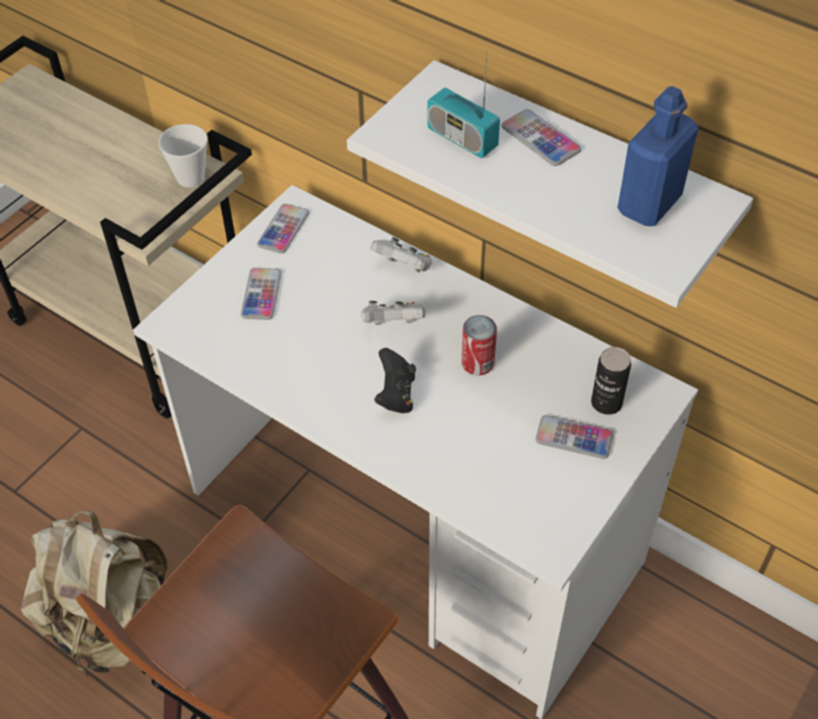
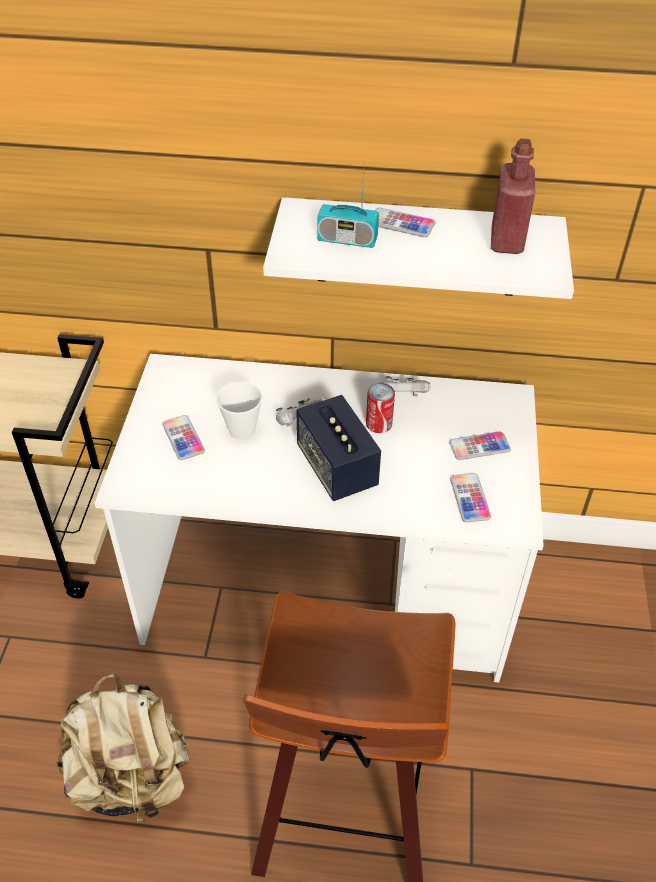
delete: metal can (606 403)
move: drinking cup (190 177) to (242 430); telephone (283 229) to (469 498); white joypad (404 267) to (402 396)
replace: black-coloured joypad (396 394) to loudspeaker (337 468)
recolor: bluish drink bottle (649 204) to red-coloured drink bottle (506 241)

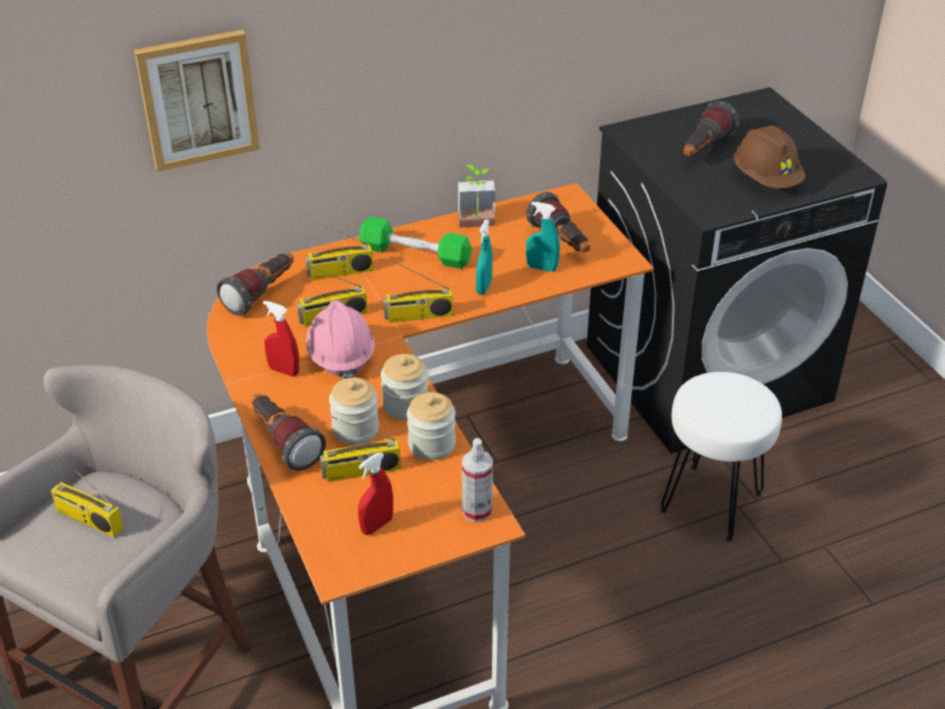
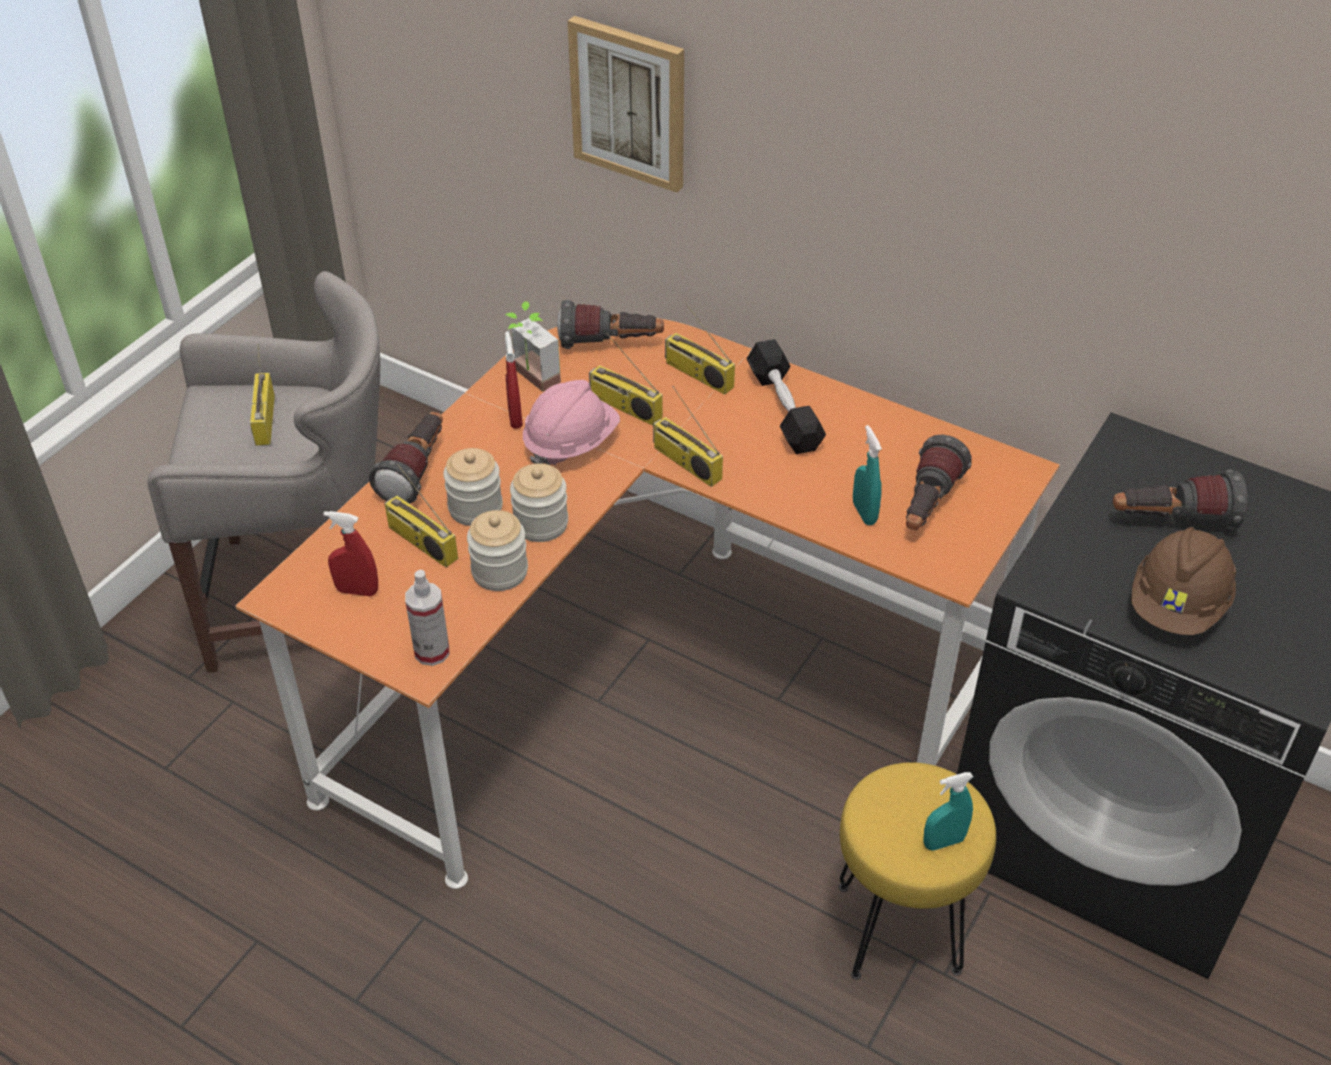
move: potted plant (477 226) to (529 380); turquoise-coloured spray bottle (484 287) to (943 842)
recolor: green free weight (415 254) to black-coloured free weight (784 409); white stool (712 502) to yellowish stool (900 929)

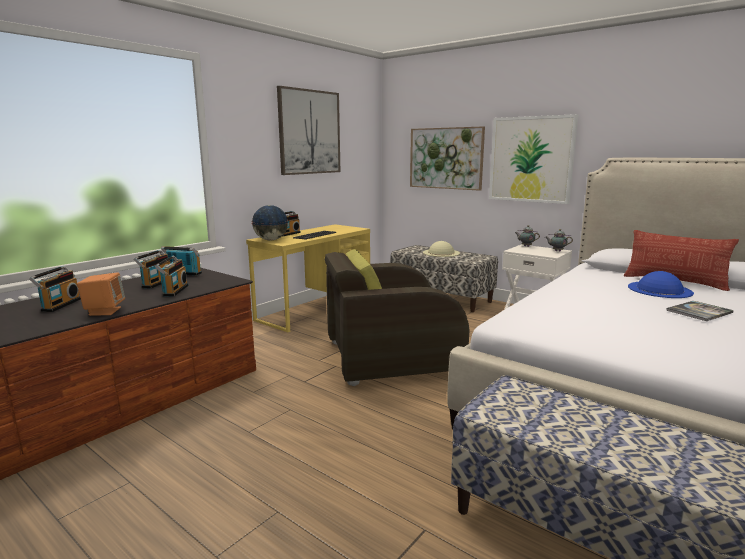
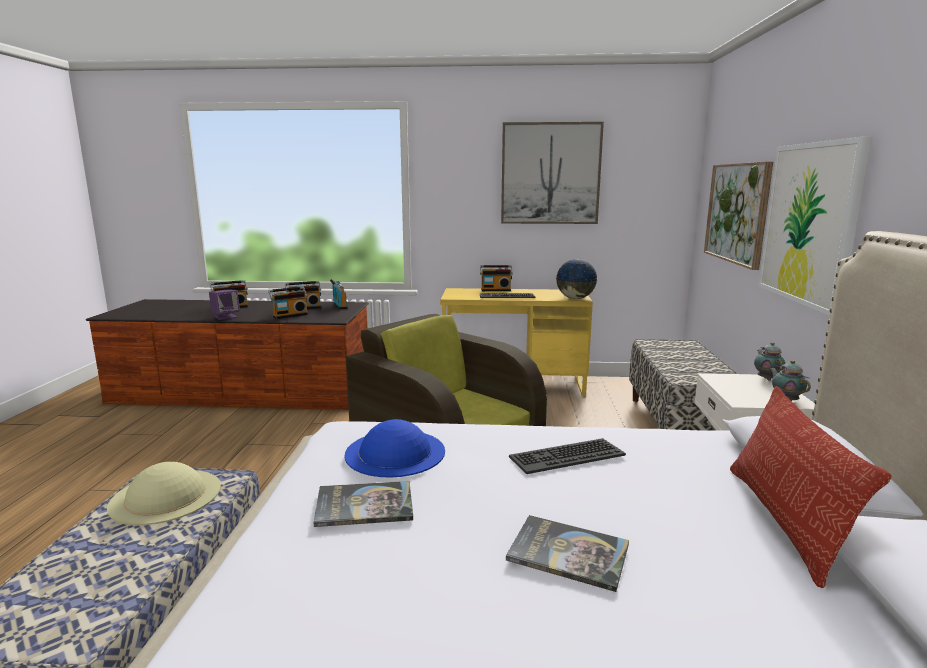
insert: bound book (364 505); PC keyboard (566 456)
move: globe (270 240) to (575 298); beige-coloured clothing hat (441 253) to (166 496); bluish clothing hat (659 289) to (395 452)
recolor: orange loudspeaker (104 311) to purple-coloured loudspeaker (226 317)

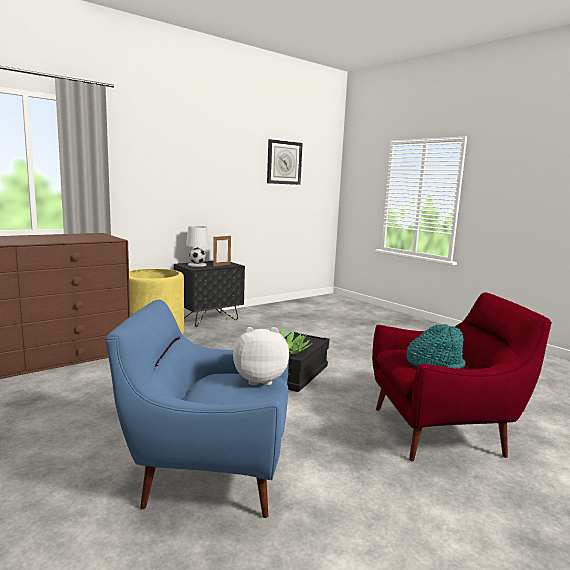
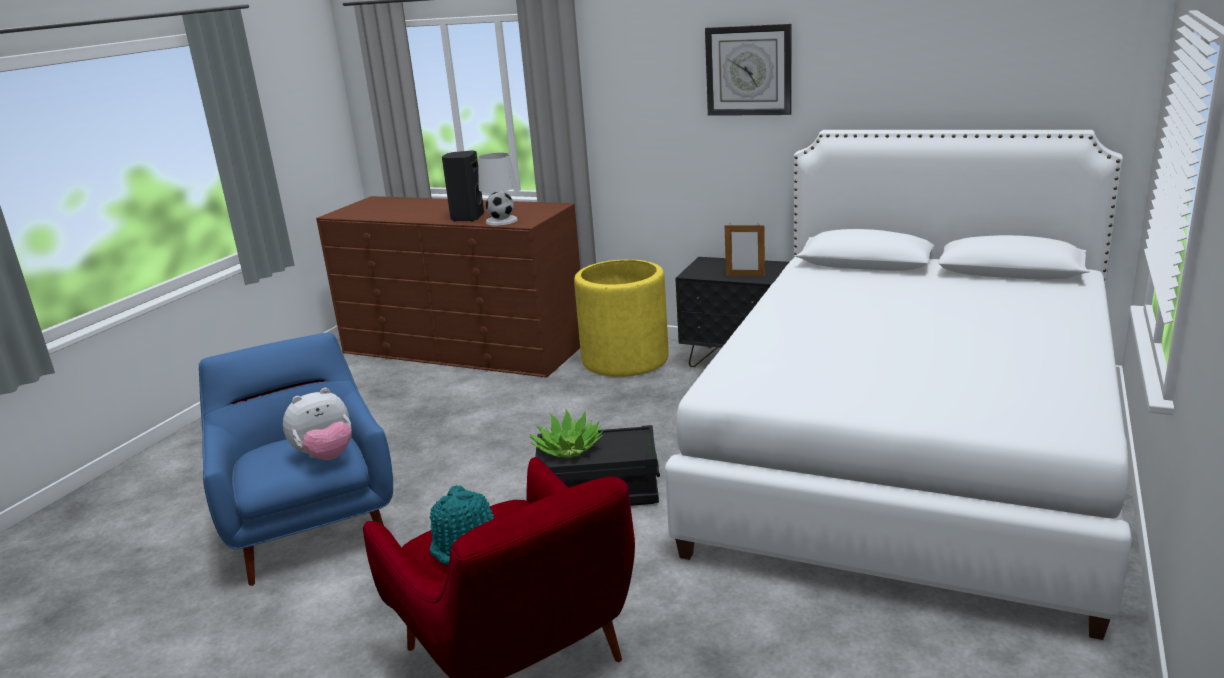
insert: black-coloured loudspeaker (467 218); white sleeping bed (909 457)
move: white table lamp (197 264) to (501 221); hanging clock (284 162) to (749 70)
rotate: soft toy (259 380) = (325 456) 90 degrees clockwise

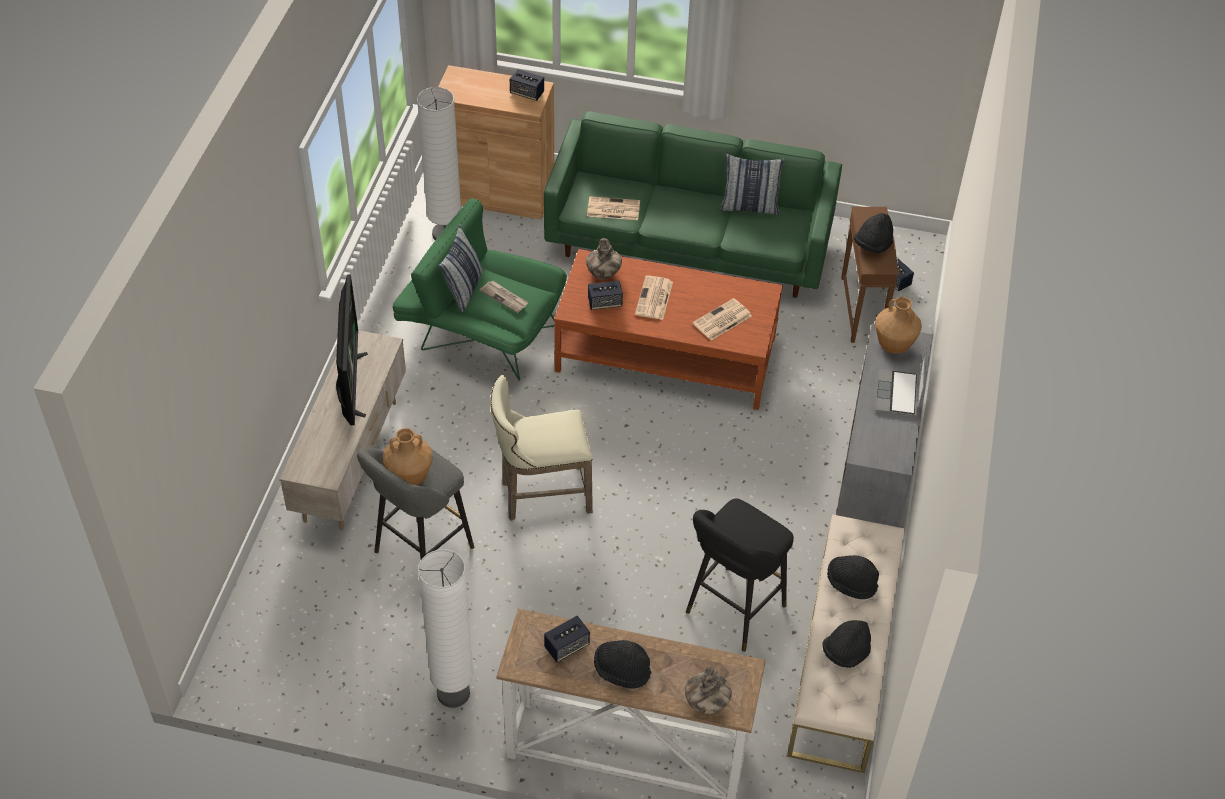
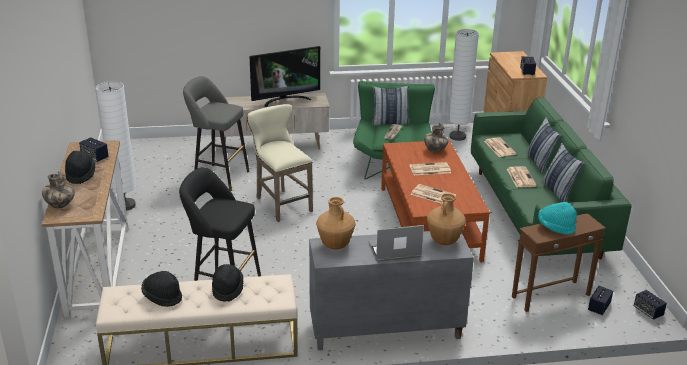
insert: printed paper (520 177); throw pillow (540 163)
move: brown vase (409 477) to (335 245); loudspeaker (604 303) to (648 311)
recolor: black-coloured clothing hat (872 245) to turquoise-coloured clothing hat (555 227)

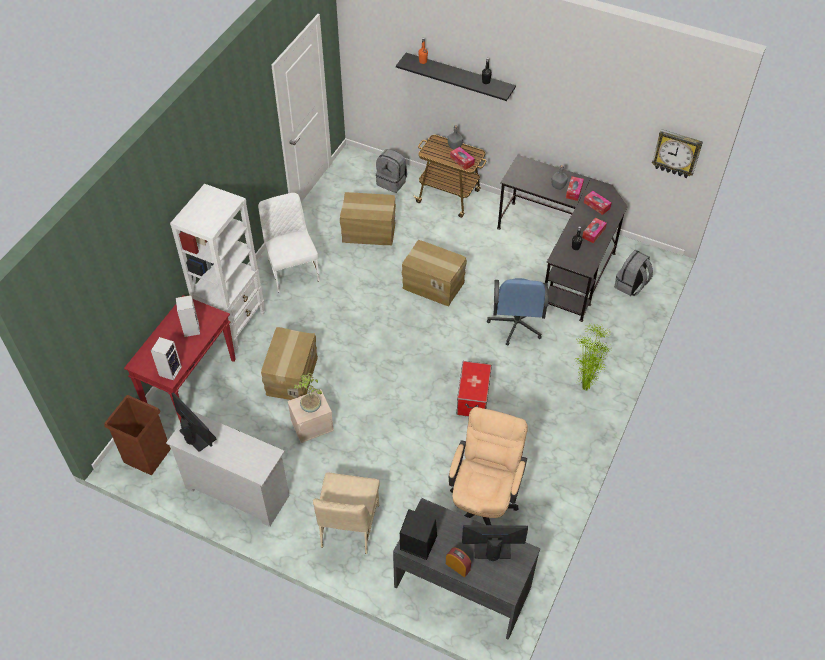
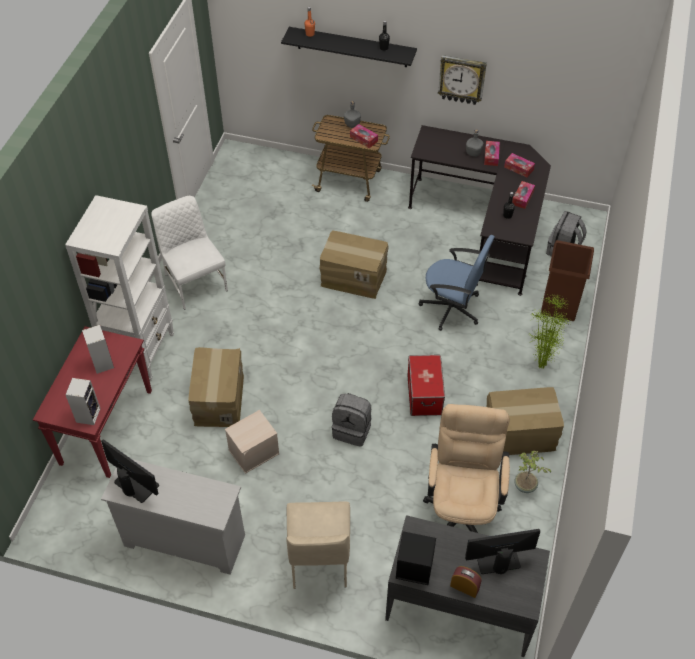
move: brown waste bin (146 455) to (559 305); potted plant (310 407) to (525 486); carton (368 231) to (519 434); grey rucksack (392 182) to (352 430); hanging clock (676 153) to (462 79)
rotate: bluish computer chair (516 324) = (452 308) 60 degrees counterclockwise

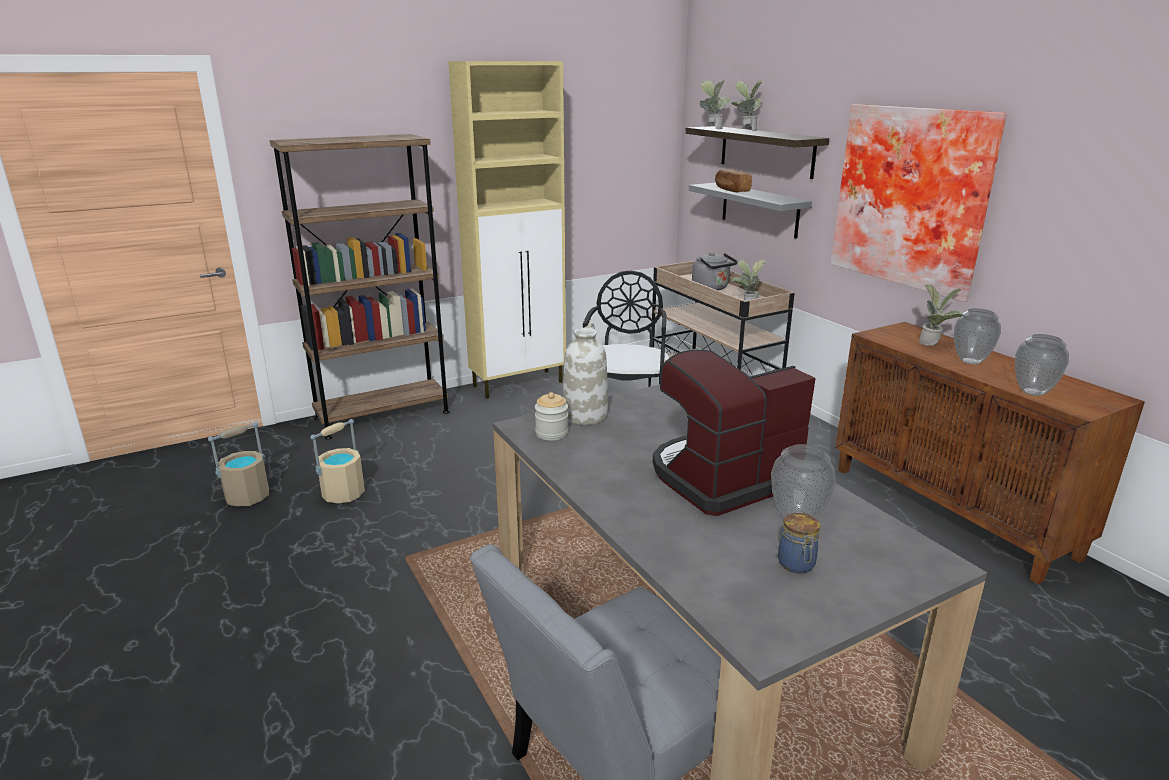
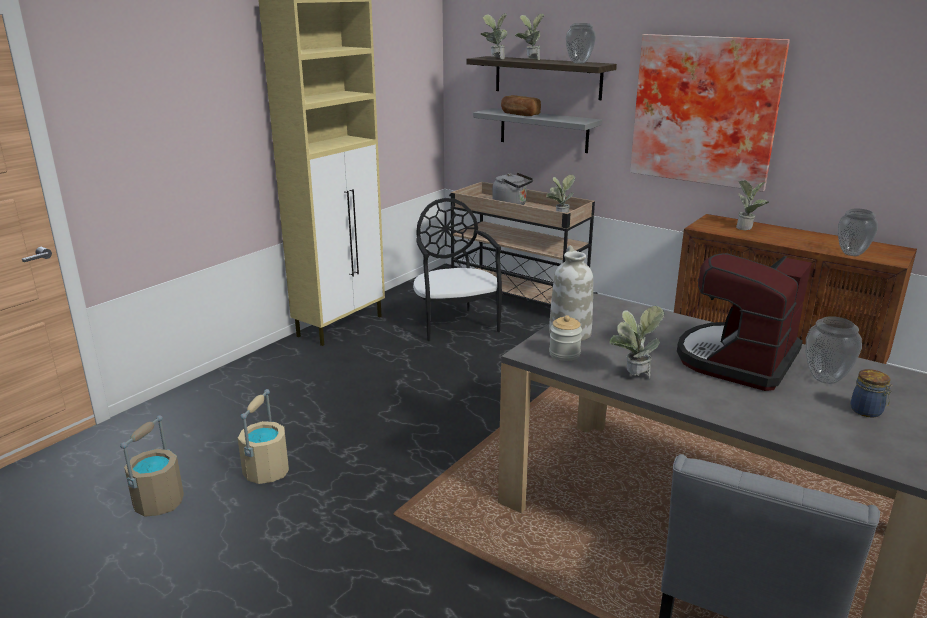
delete: brown shelving unit (382 415)
insert: potted plant (632 378)
move: vase (970 361) to (579 63)

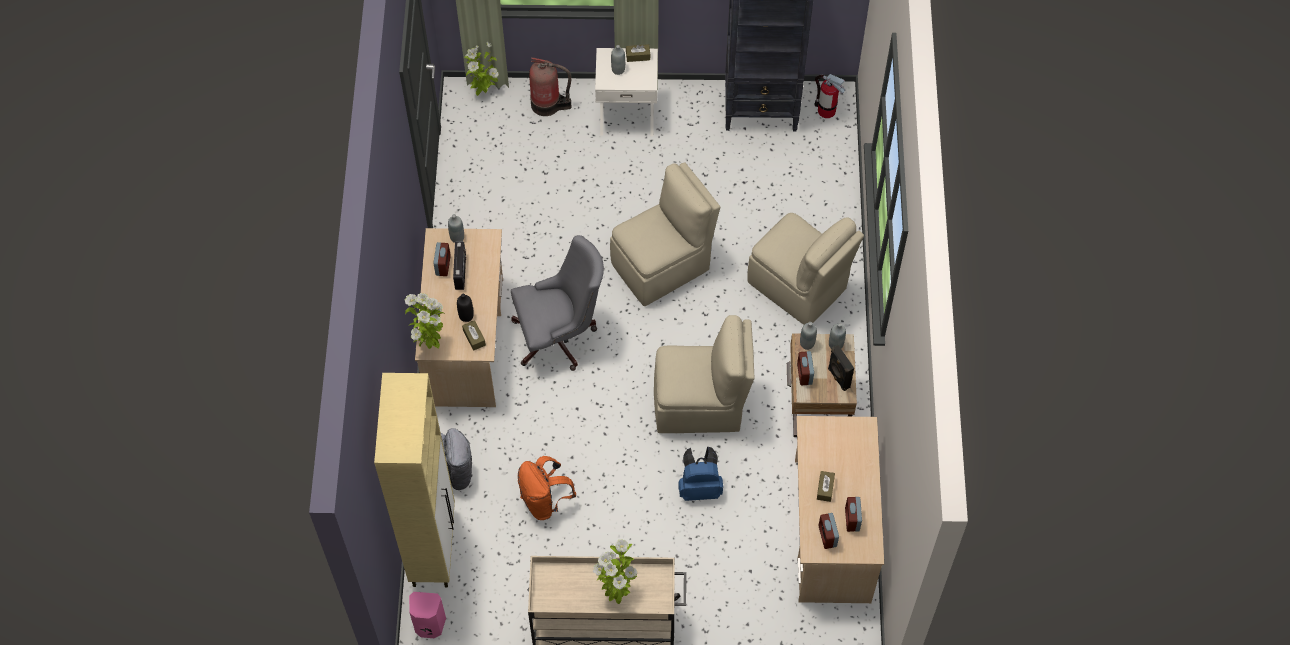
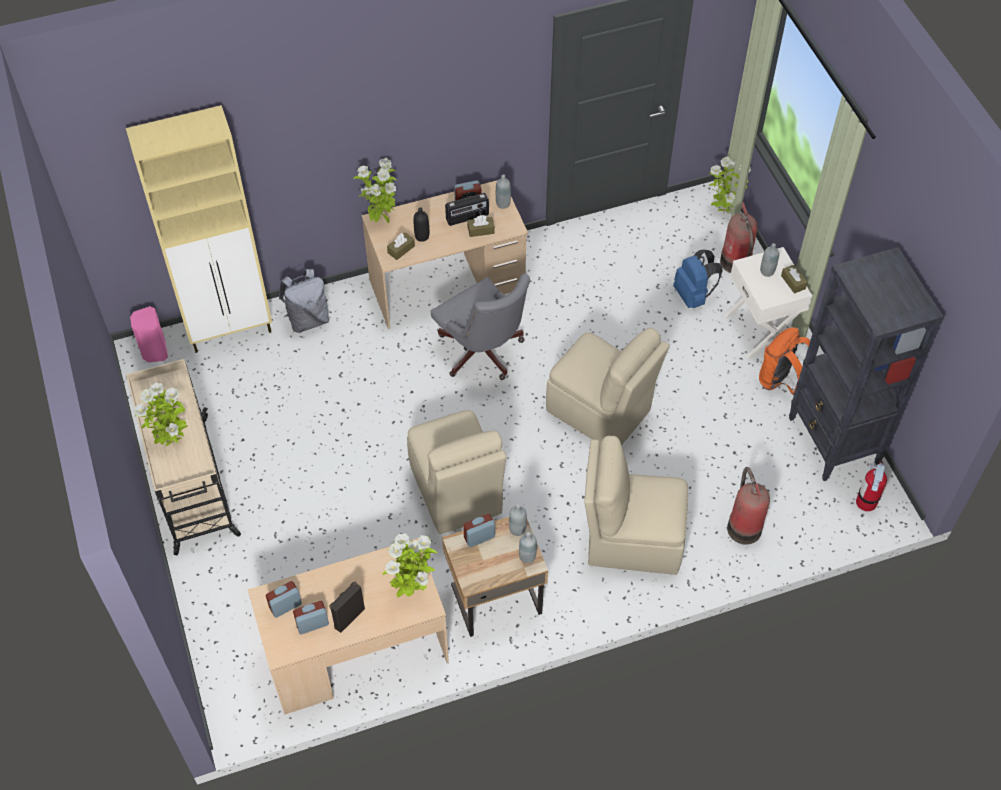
insert: potted plant (411 590); fire extinguisher (743 526)
move: orange rucksack (544 501) to (781 381); bluish rucksack (700 487) to (693 296); brown box of tissues (825 488) to (481 230); black-coloured loudspeaker (838 378) to (348 617)
rotate: beige-coloured upright chair (798 287) = (631 539) 75 degrees clockwise

